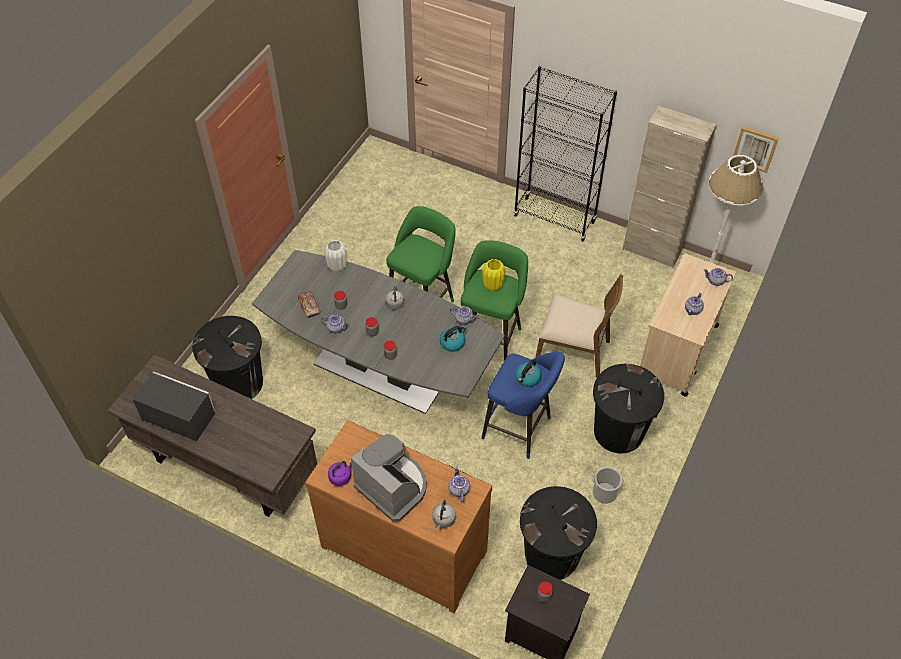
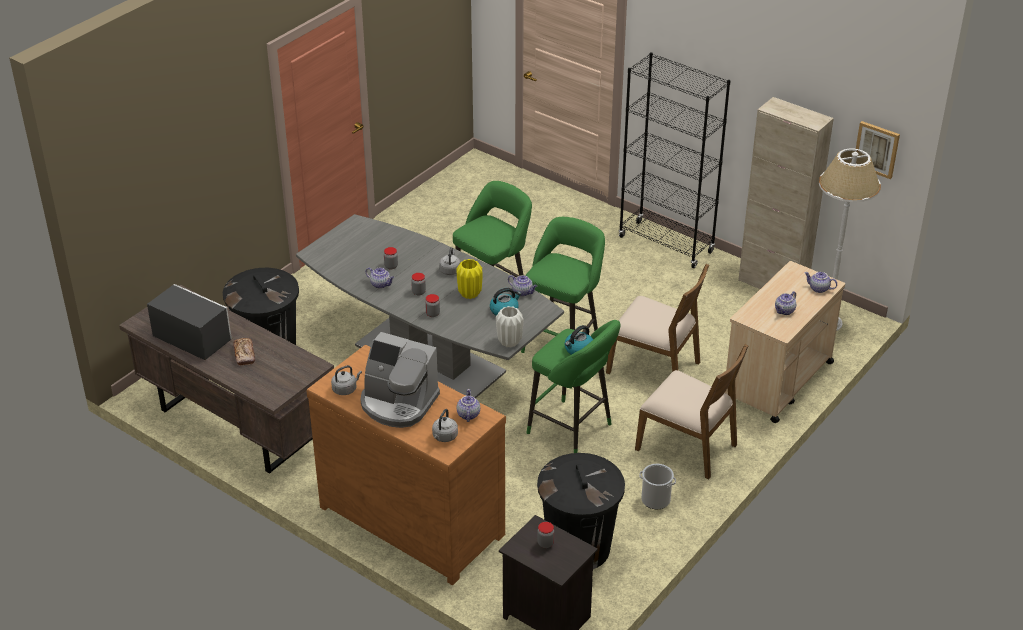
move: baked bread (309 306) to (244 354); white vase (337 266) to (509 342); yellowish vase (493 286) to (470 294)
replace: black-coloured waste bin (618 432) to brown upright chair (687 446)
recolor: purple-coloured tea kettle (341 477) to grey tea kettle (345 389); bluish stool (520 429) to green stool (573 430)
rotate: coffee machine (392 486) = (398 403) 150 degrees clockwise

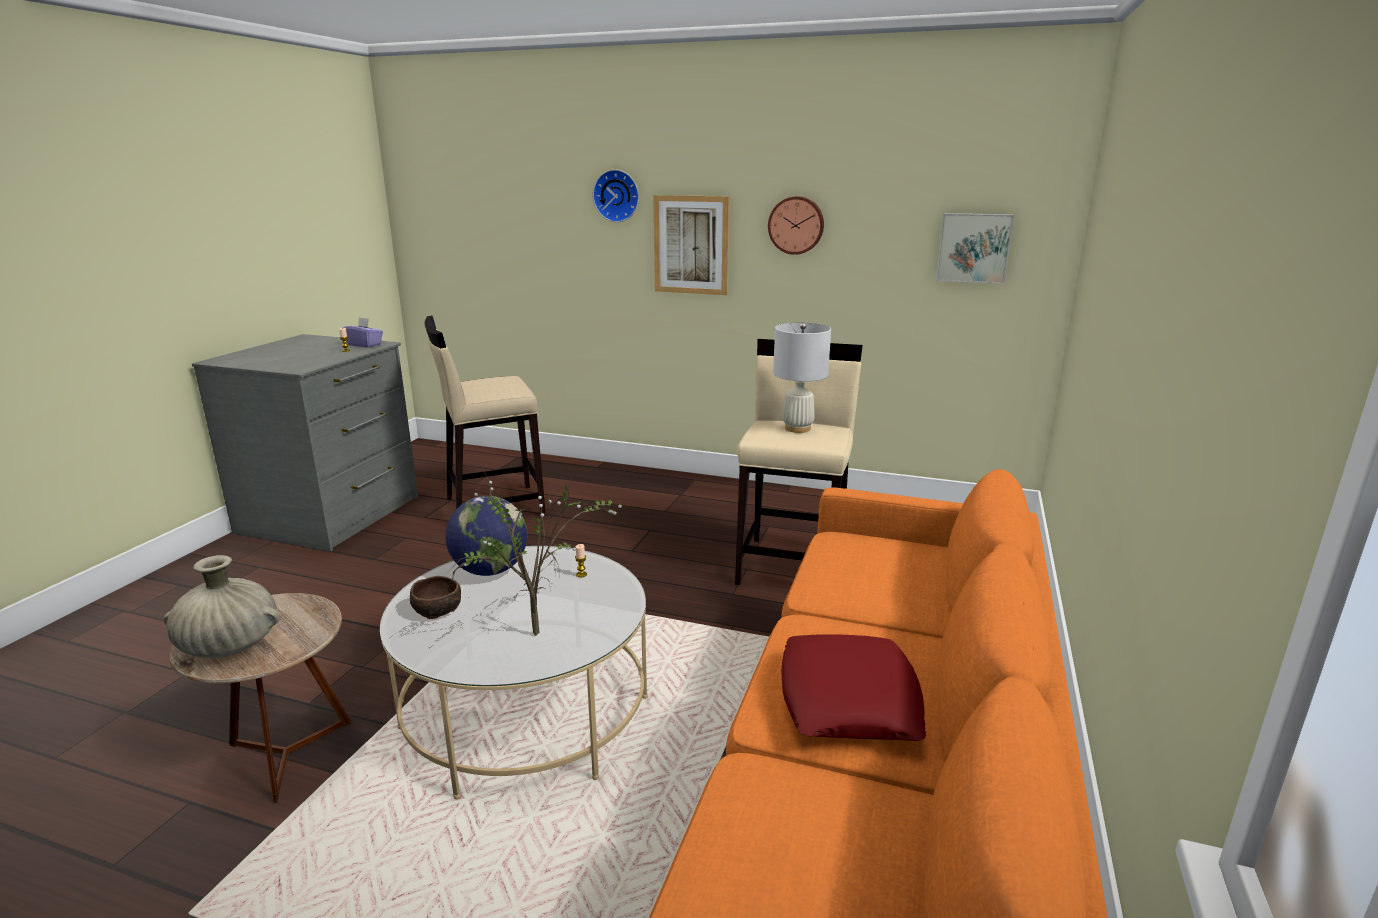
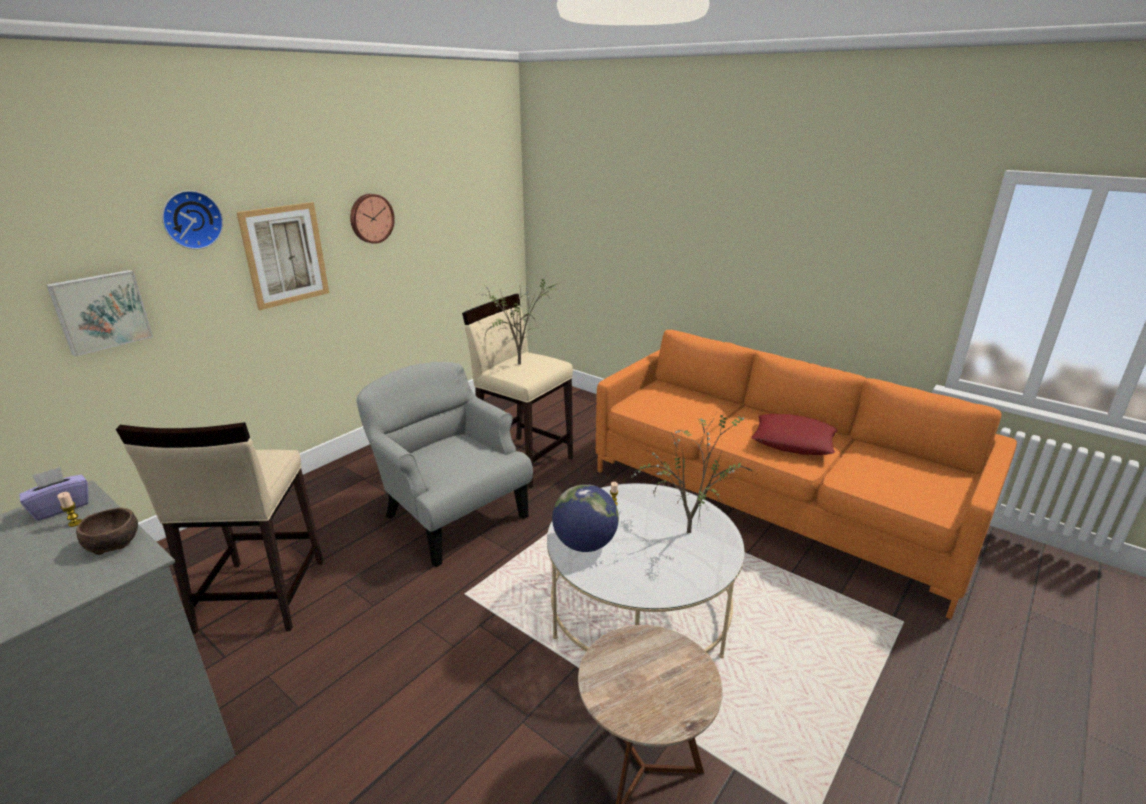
delete: beige-coloured vase (230 646)
insert: grey lounge chair (452 516)
move: brown bowl (438 610) to (114 542); wall picture (973 247) to (101 311)
replace: white table lamp (797 428) to potted plant (522 363)

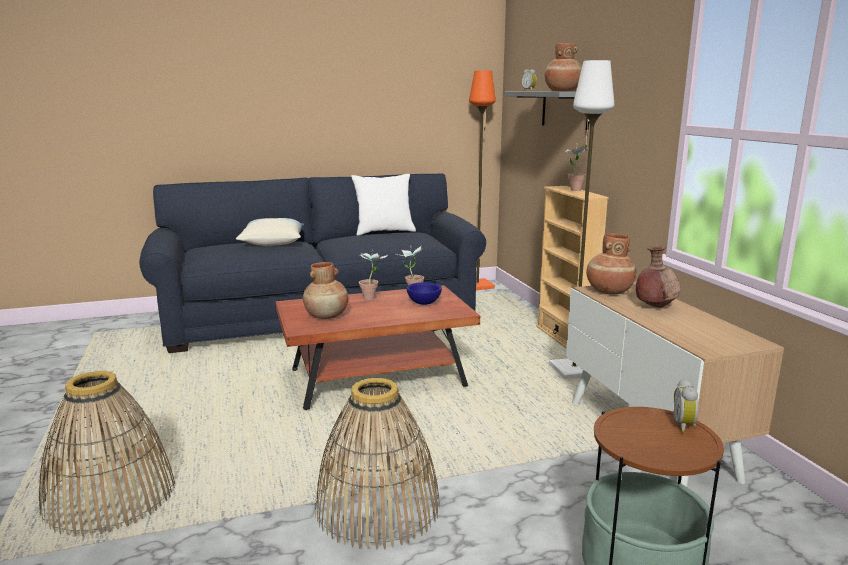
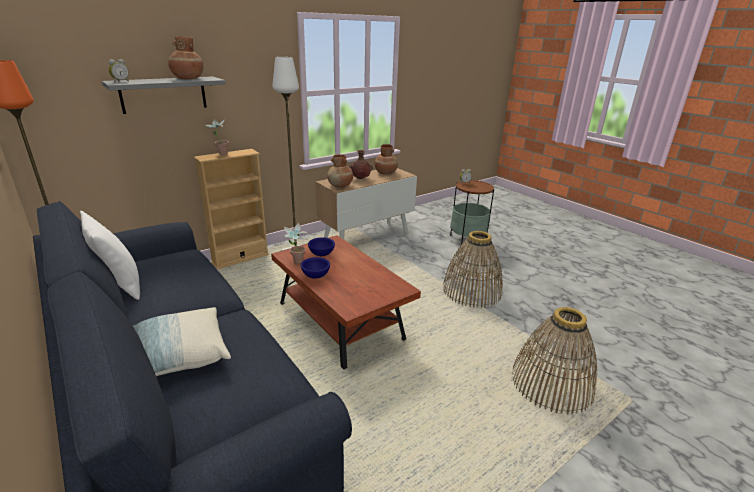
move: brown vase (327 316) to (385 173)
replace: potted plant (372 297) to bluish bowl (316 276)

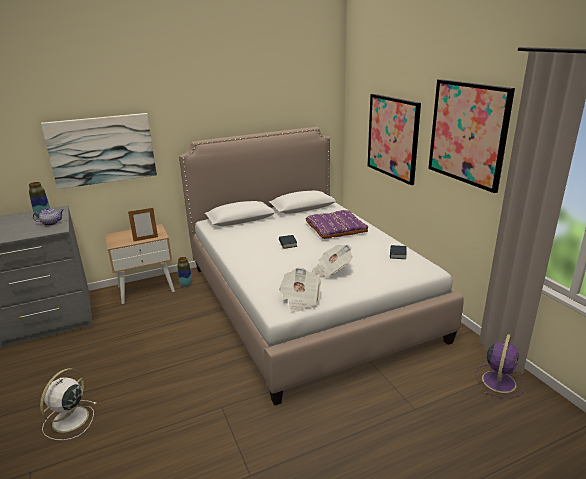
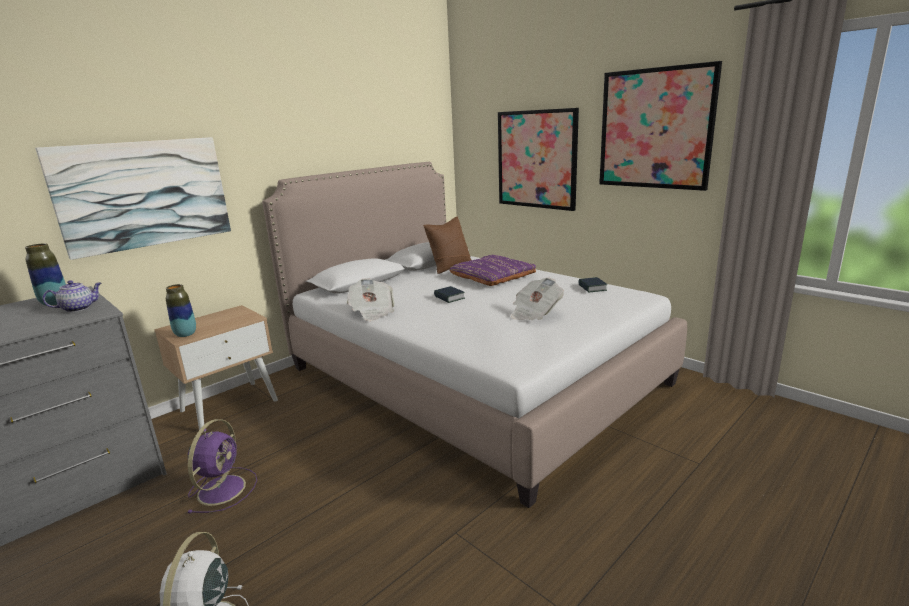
delete: picture frame (145 239)
insert: brown throw pillow (450 266)
move: vase (186 285) to (185 334); printed paper (300 300) to (372 312); purple-coloured fan (499 380) to (223 488)

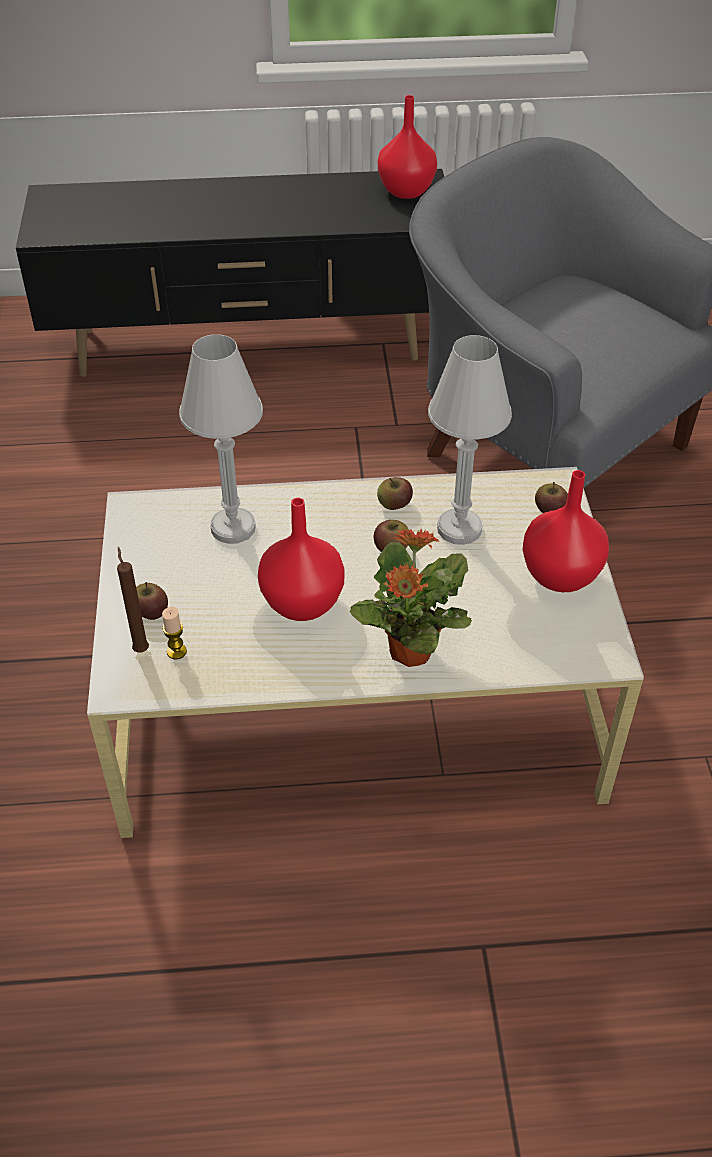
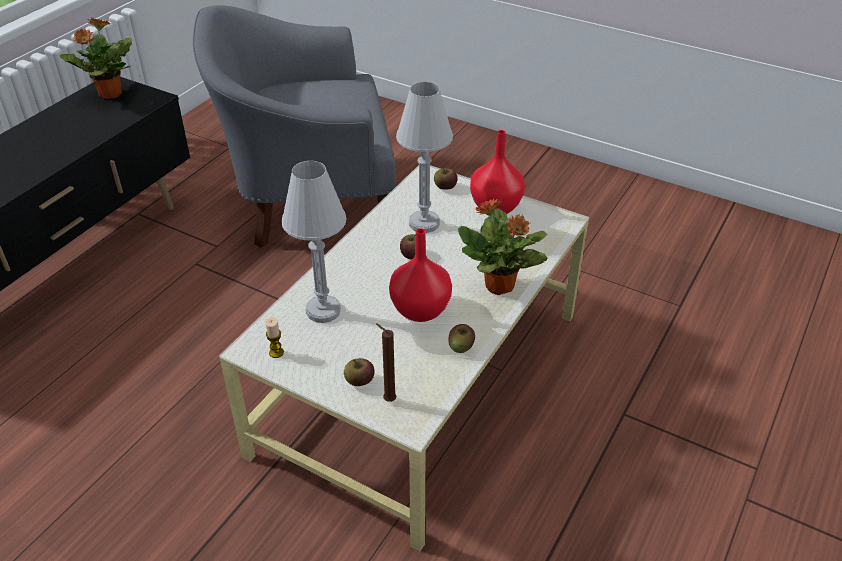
move: wax light (176 651) to (276 352); apple fruit (394 504) to (461 347)
replace: red-coloured vase (406 190) to potted plant (109 94)

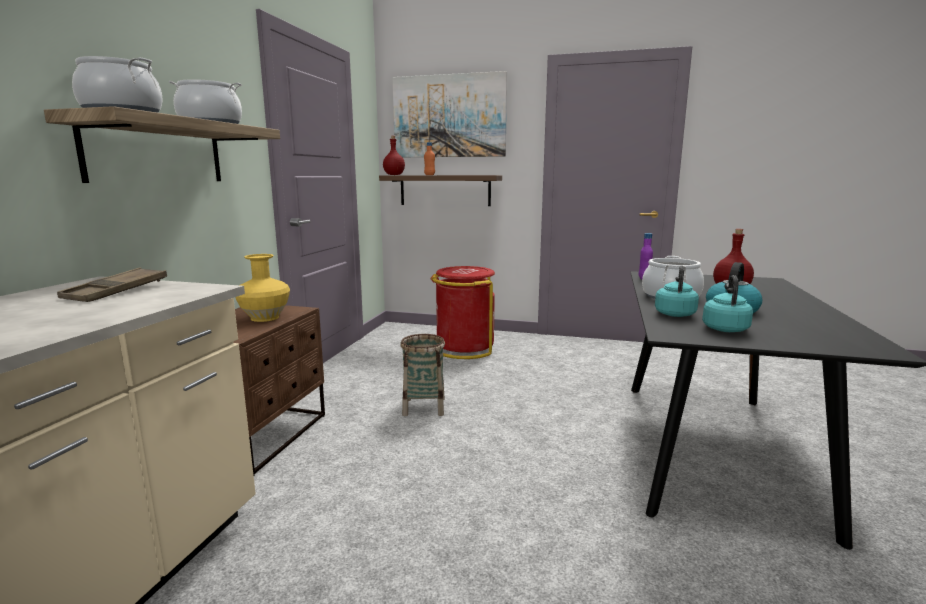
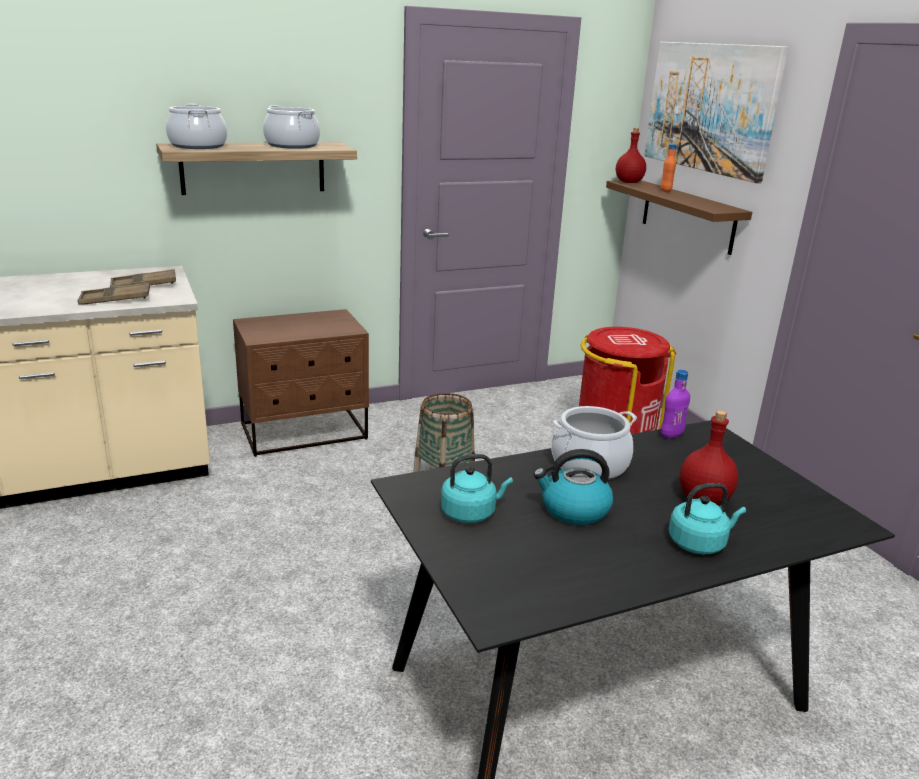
delete: yellowish vase (264 318)
insert: brown carrying tray (115 299)
move: turquoise-coloured tea kettle (675 313) to (699 543)

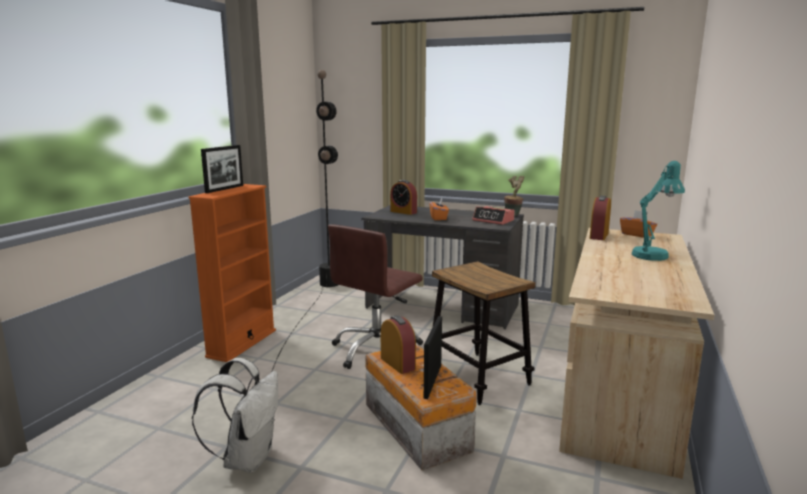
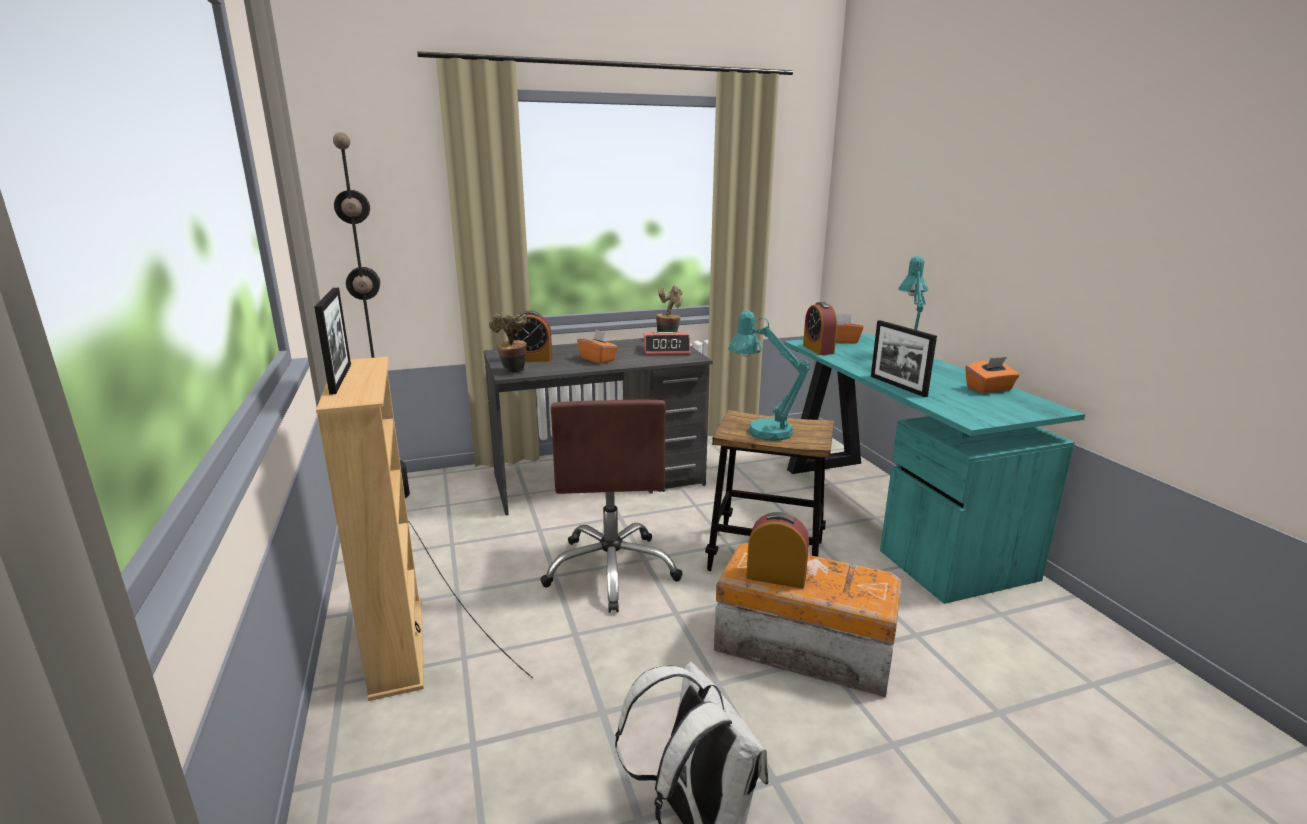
insert: potted plant (512 372); turquoise-coloured table lamp (761 430); orange box of tissues (989 389)
move: picture frame (432 381) to (897 386)
recolor: orange shelving unit (242 343) to beige-coloured shelving unit (397 646); beige-coloured desk (621 390) to turquoise-coloured desk (890 514)

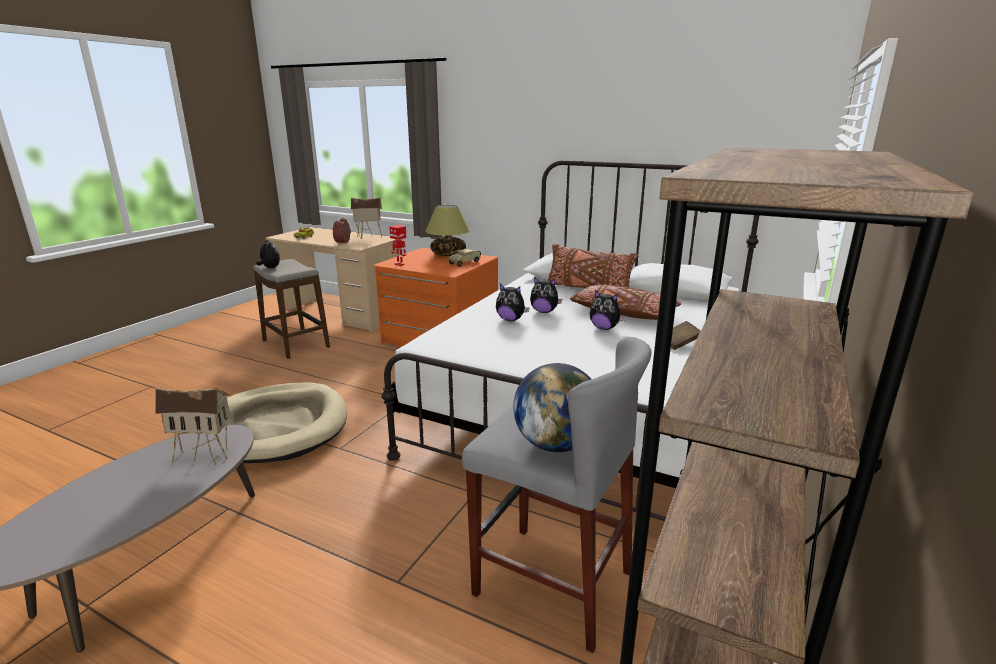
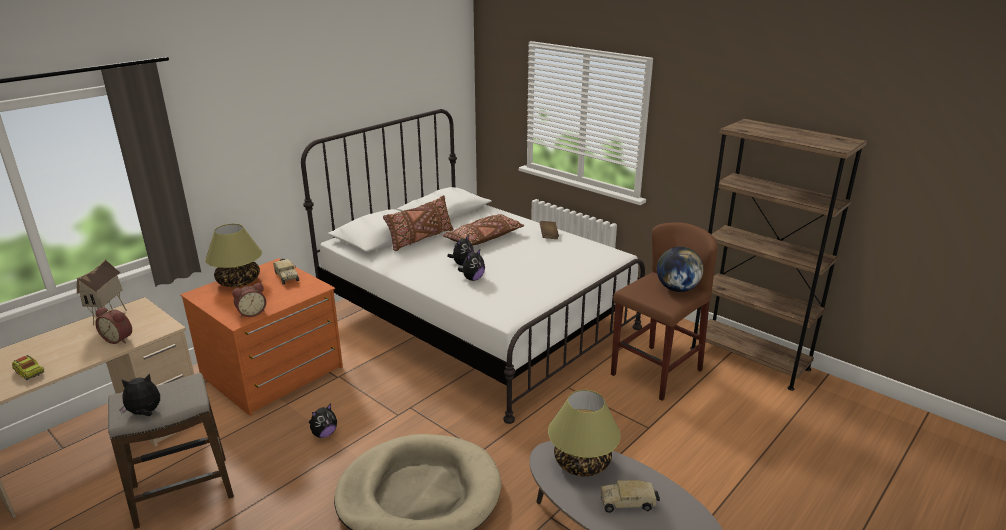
insert: toy truck (628 503)
move: soft toy (604 328) to (324 434)
replace: toy house (205 456) to table lamp (581 462); robot figure (399 264) to table clock (251 313)
recolor: grey stool (552 583) to brown stool (656 372)

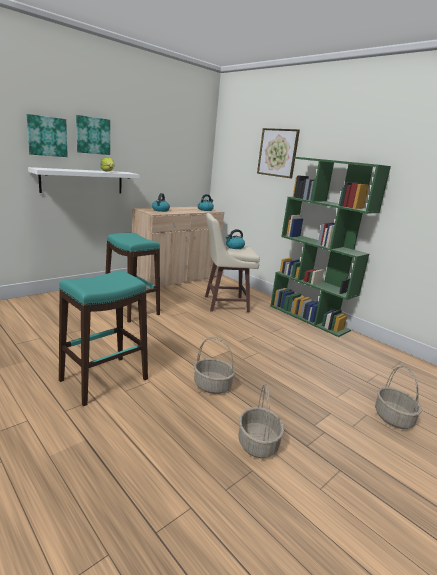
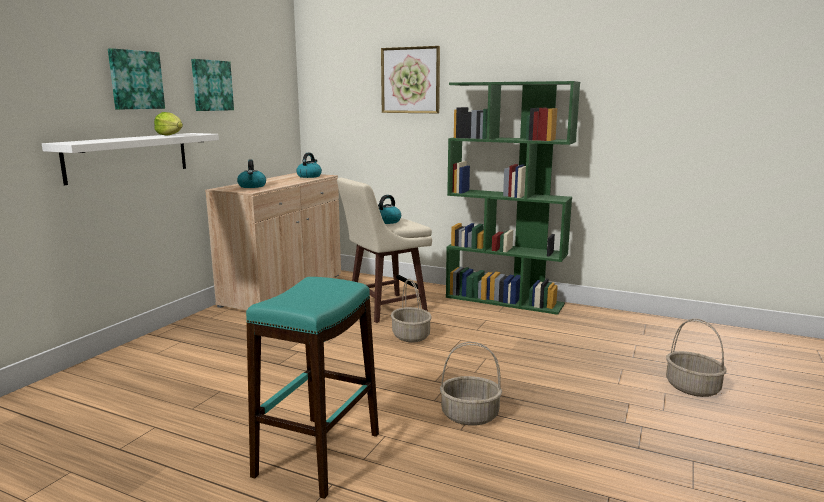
delete: turquoise-coloured stool (131 309)
move: wall picture (47 136) to (211 85); basket (258 444) to (411 336)

